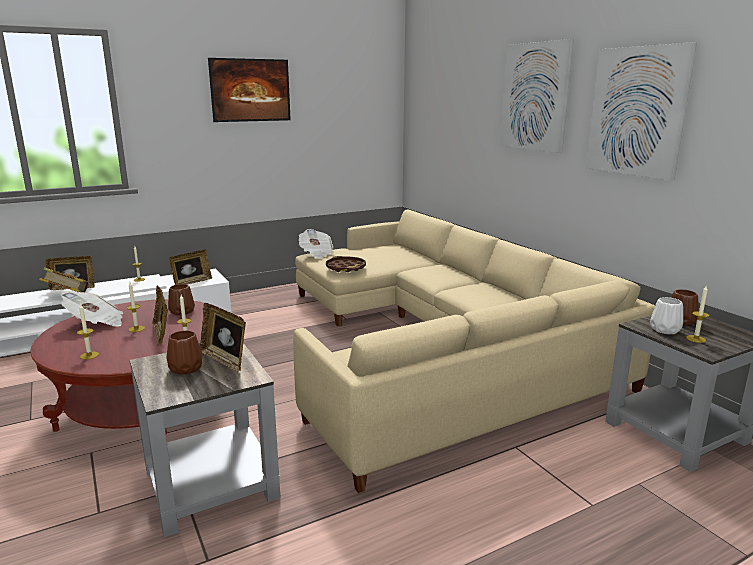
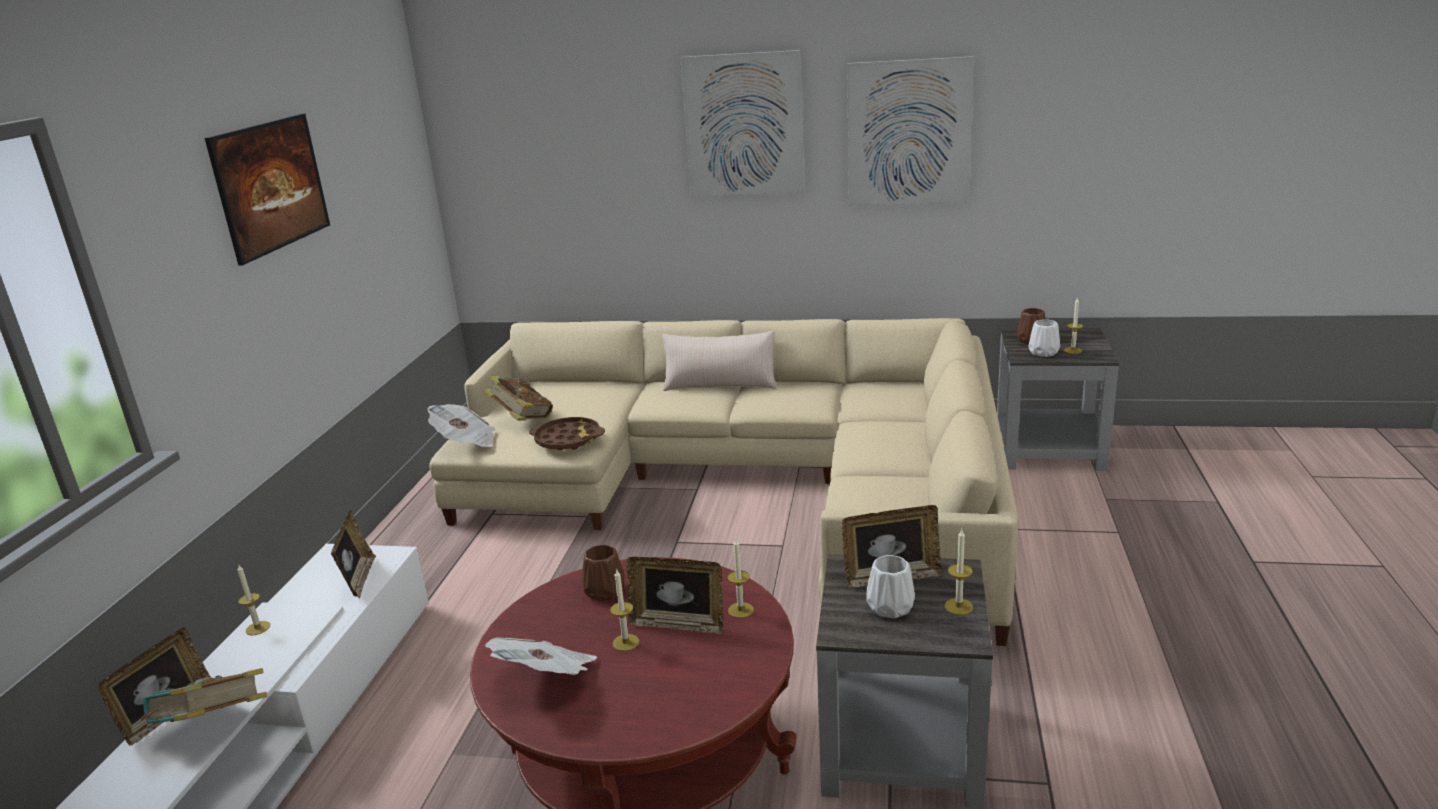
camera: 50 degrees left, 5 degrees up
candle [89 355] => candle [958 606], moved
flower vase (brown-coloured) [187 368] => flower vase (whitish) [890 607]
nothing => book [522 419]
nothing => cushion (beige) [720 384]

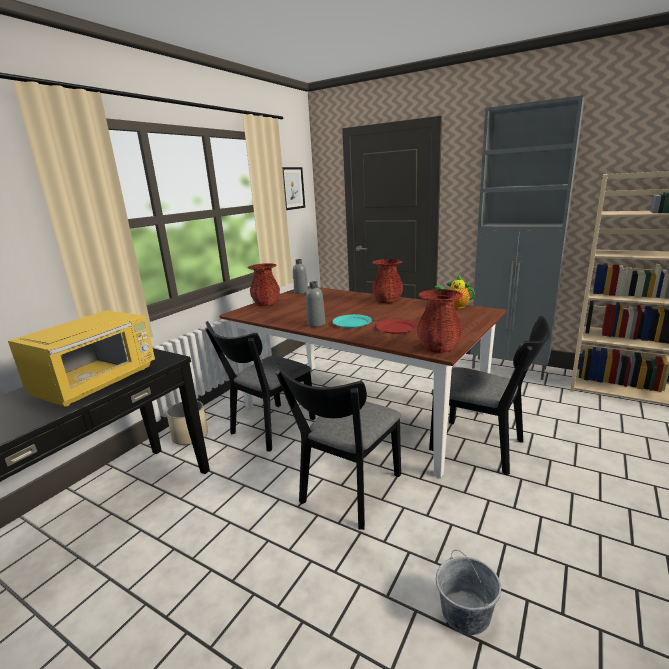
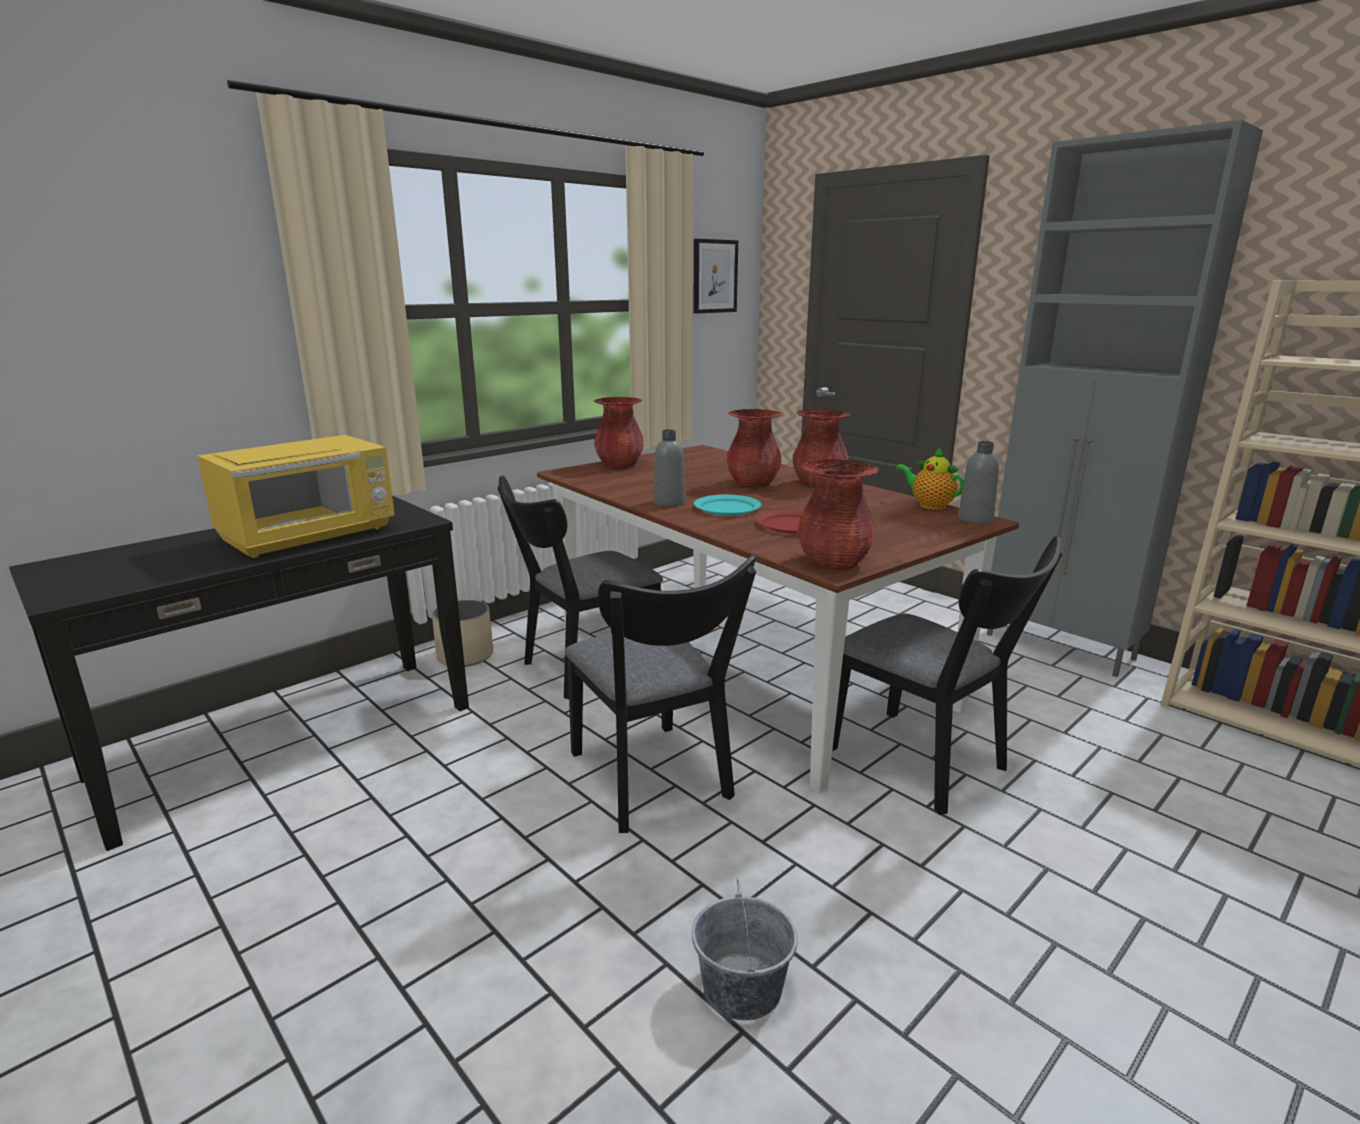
camera: 15 degrees right, 0 degrees up
upright chair (black) [347 493] => upright chair (black) [654 782], 75 degrees counterclockwise
drink bottle (grey) [301 292] => drink bottle (grey) [975 519], moved
nothing => flower vase (red-coloured) [753 483]

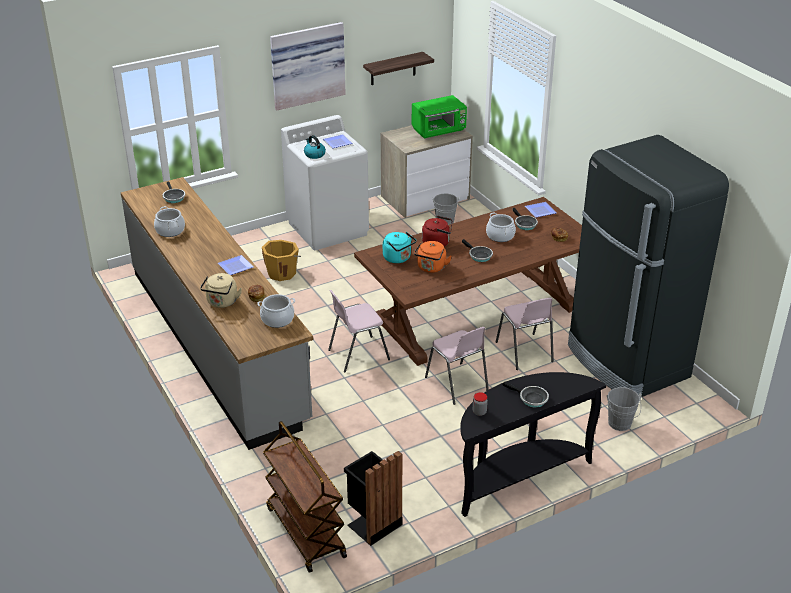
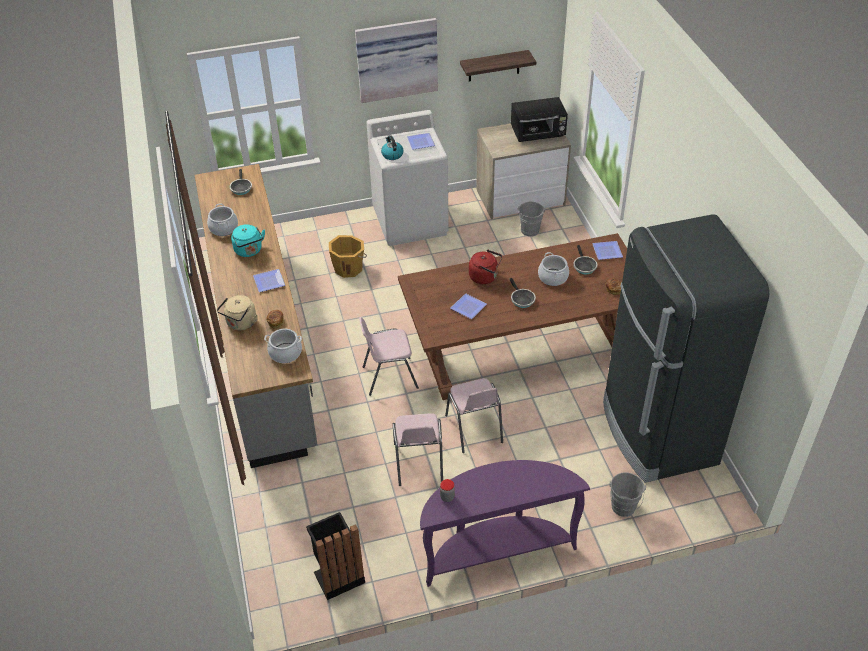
camera: 15 degrees right, 10 degrees up
wheeled cart (brown-coloured) [305 531] => nothing
water kettle (turquoise) [398 258] => water kettle (turquoise) [249 251], moved
microwave (green-coloured) [439 130] => microwave (black) [538 133]
water kettle (orange-coloured) [431 268] => dinner plate [467 307]
console table (black) [517 476] => console table (purplish) [496 550]
upright chair (pink) [524 352] => upright chair (pink) [418 463], moved
frying pan [531 399] => nothing

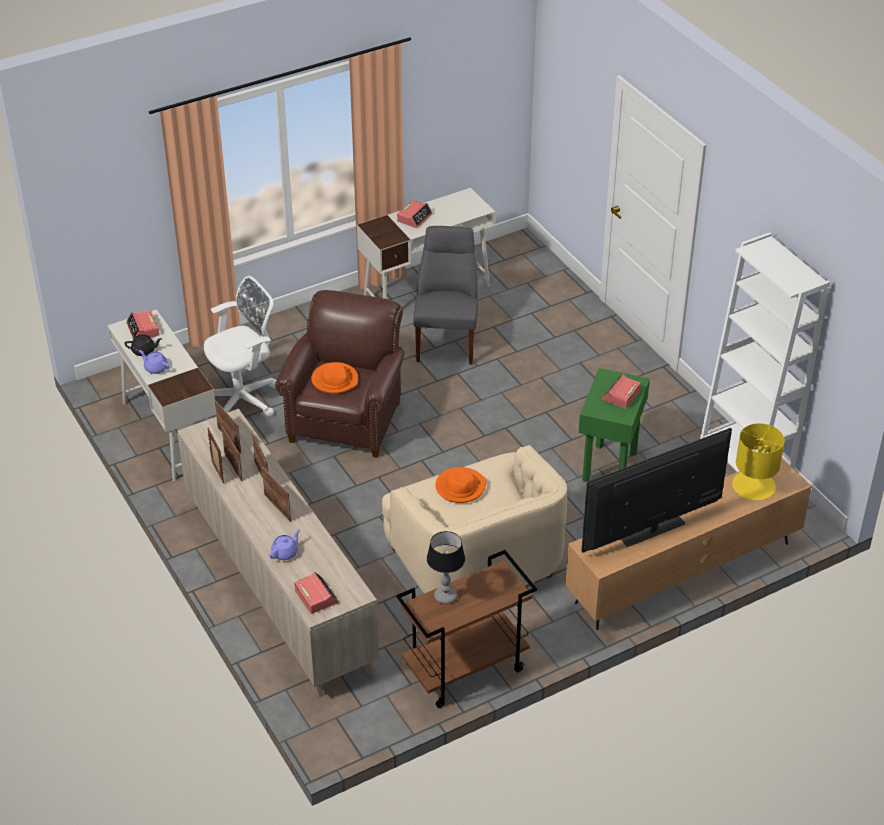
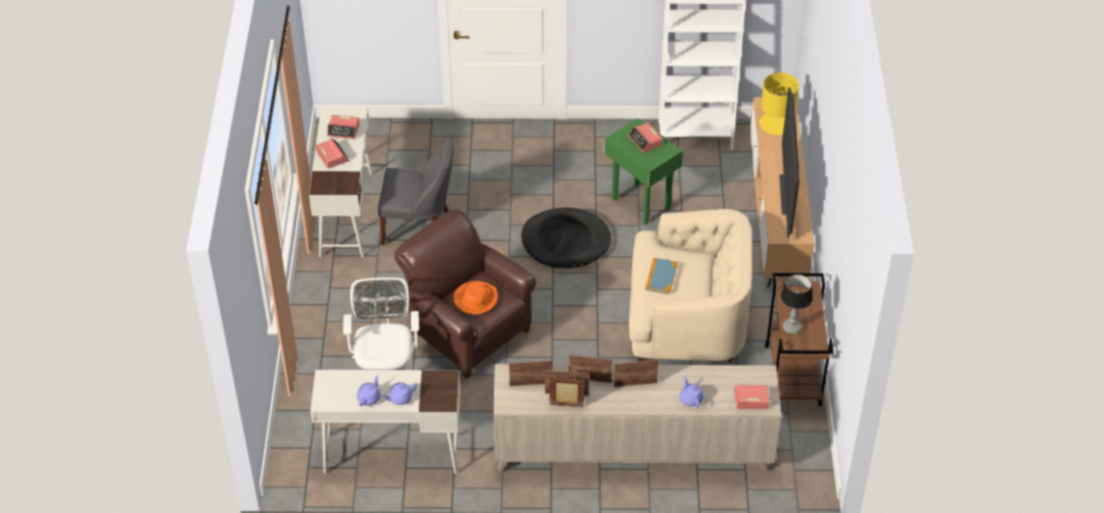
camera: 60 degrees left, 5 degrees up
pot for tea (black) [144 351] => pot for tea (purplish) [369 398]
bedside clock [143 329] => bedside clock [344 130], moved
upright chair (grey) [447 340] => upright chair (grey) [419 228], 150 degrees clockwise
wearable hat (orange-coloured) [460 487] => book [661 277]
nothing => dog bed (black) [566 241]

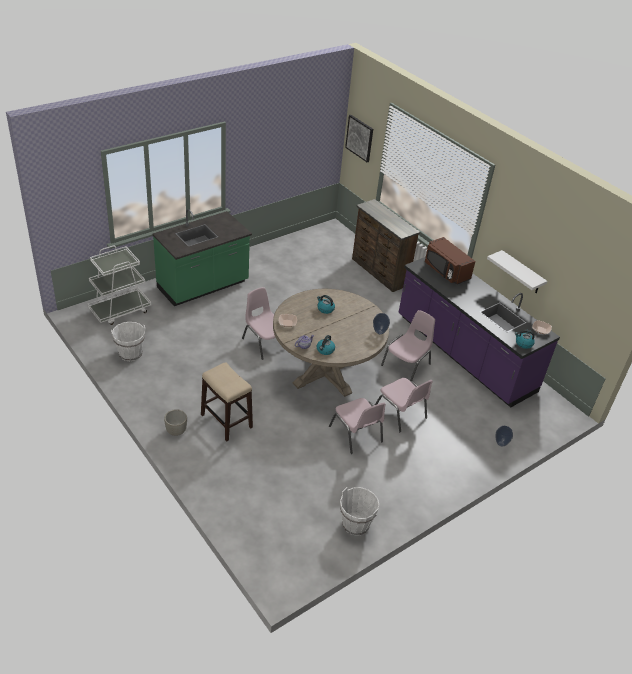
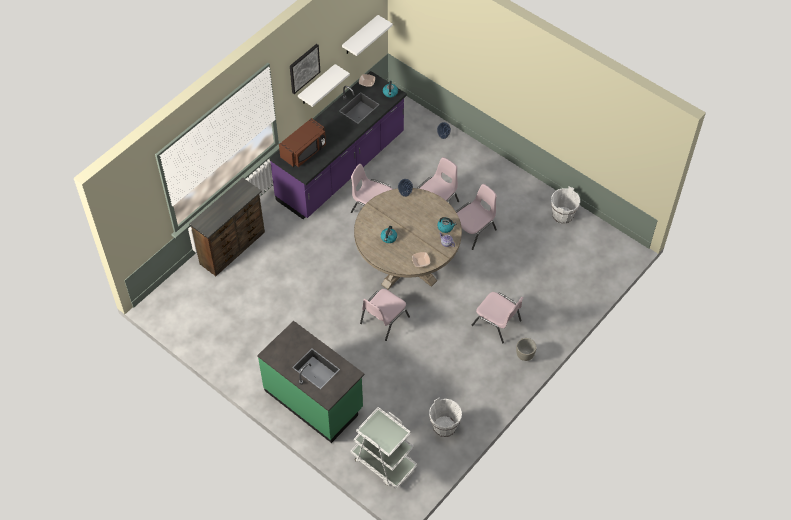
camera: 100 degrees left, 15 degrees up
sitting stool [226 420] => upright chair (pink) [497 323]
wall picture [360 138] => wall picture [304 68], moved
nothing => shelf (whitish) [360 35]

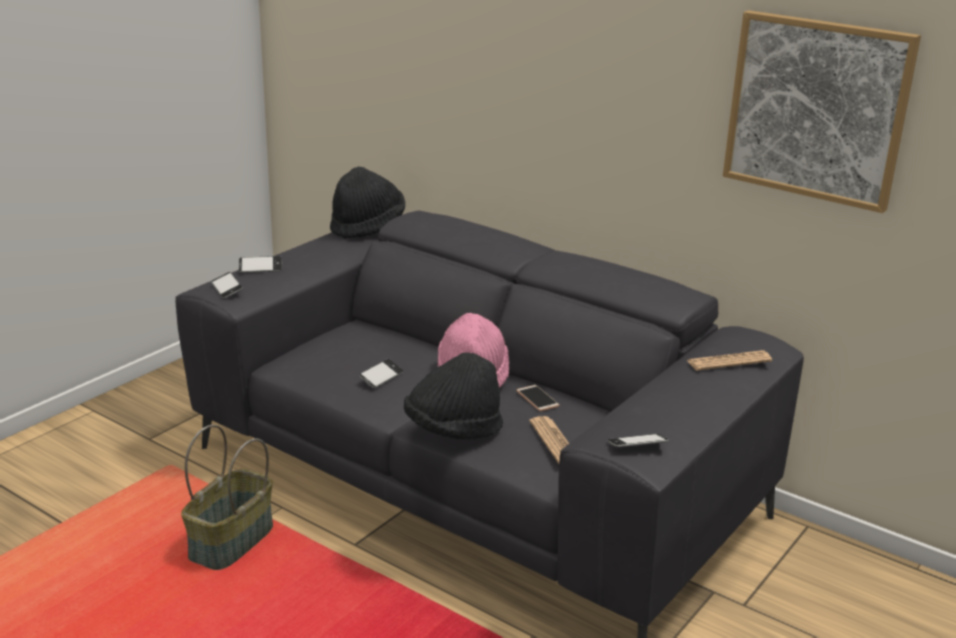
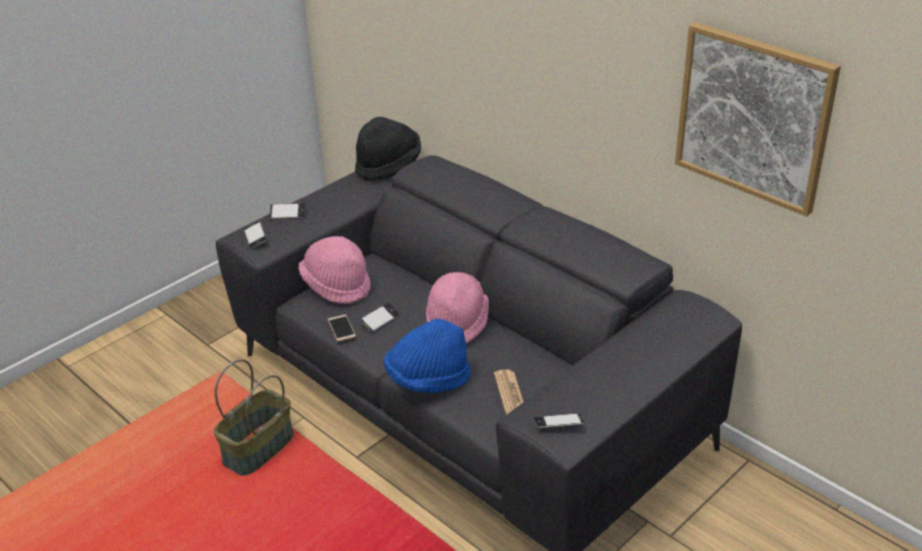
camera: 10 degrees right, 10 degrees up
wearable hat (black) [453 429] => wearable hat (blue-coloured) [428 379]
phone [537 399] => phone [341 328], moved
daily paper [729 361] => nothing
nothing => wearable hat (pink) [337 285]

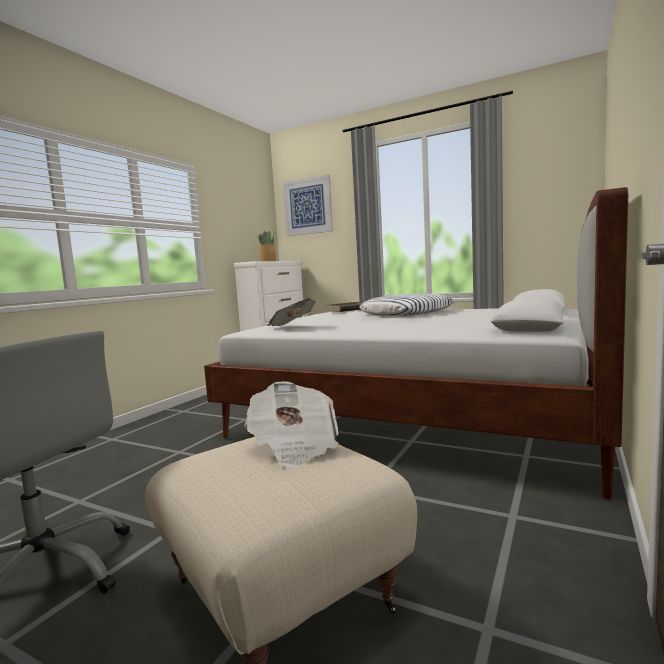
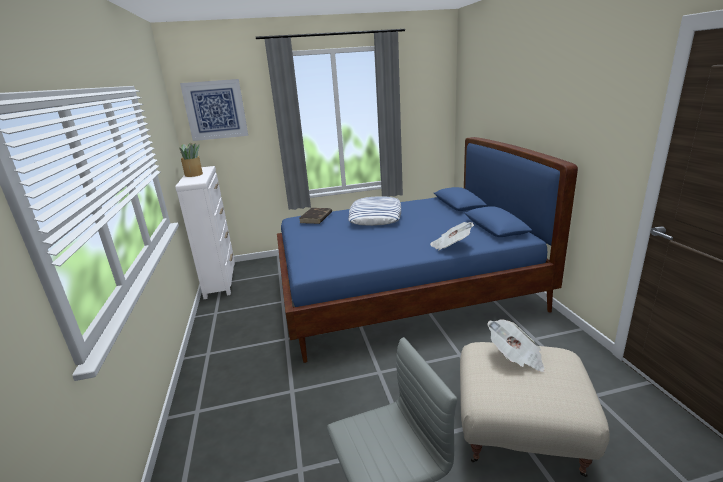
camera: 40 degrees left, 15 degrees up
bed (whitish) [415 417] => bed (blue-coloured) [402 291]
daily paper [292 327] => daily paper [450 246], moved

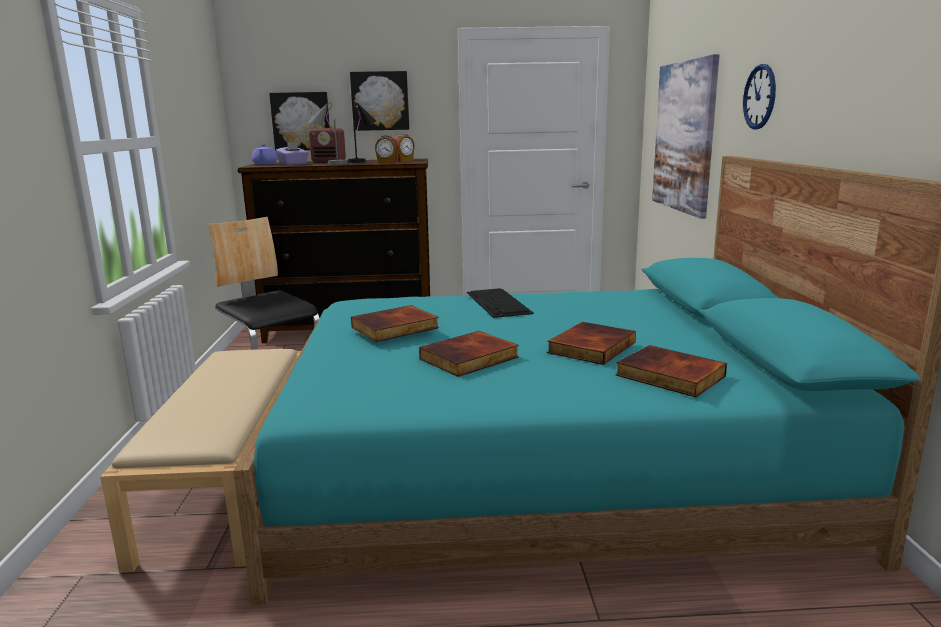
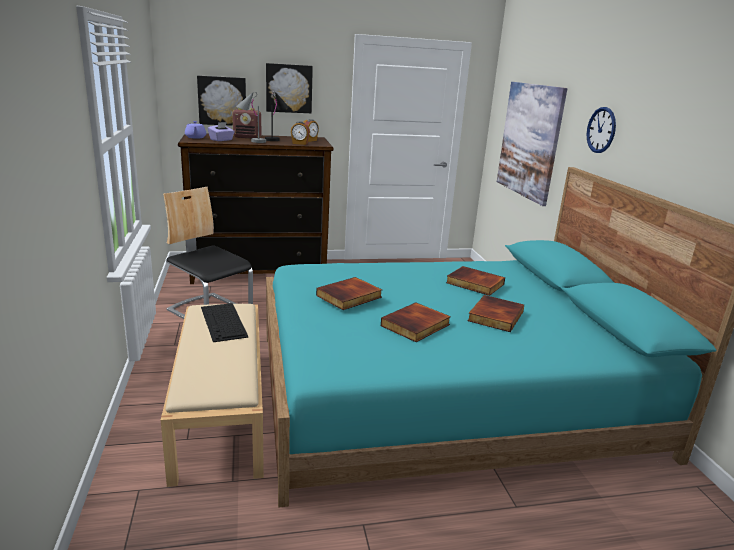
camera: 10 degrees left, 5 degrees up
computer keyboard [498 303] => computer keyboard [224 322], moved
book [668 376] => book [474 284], moved

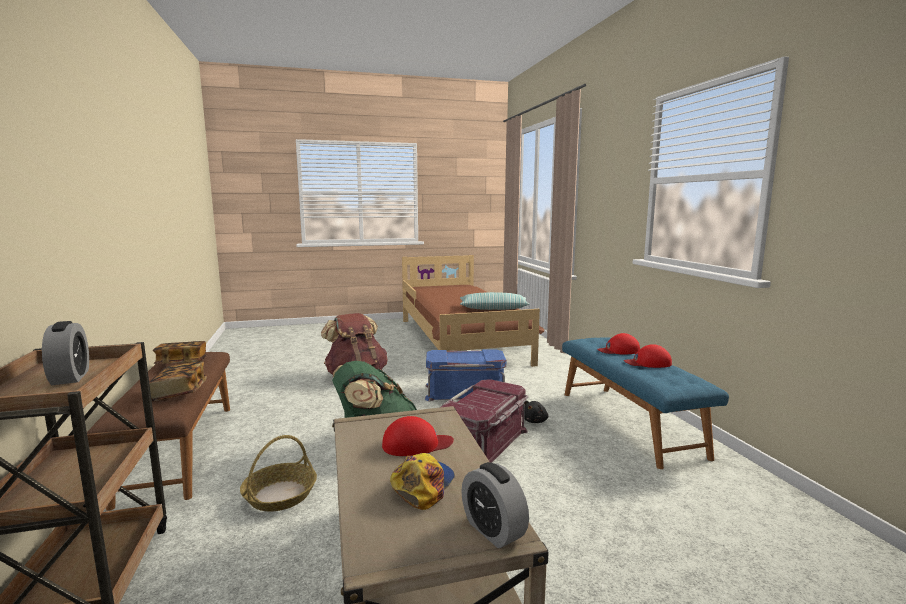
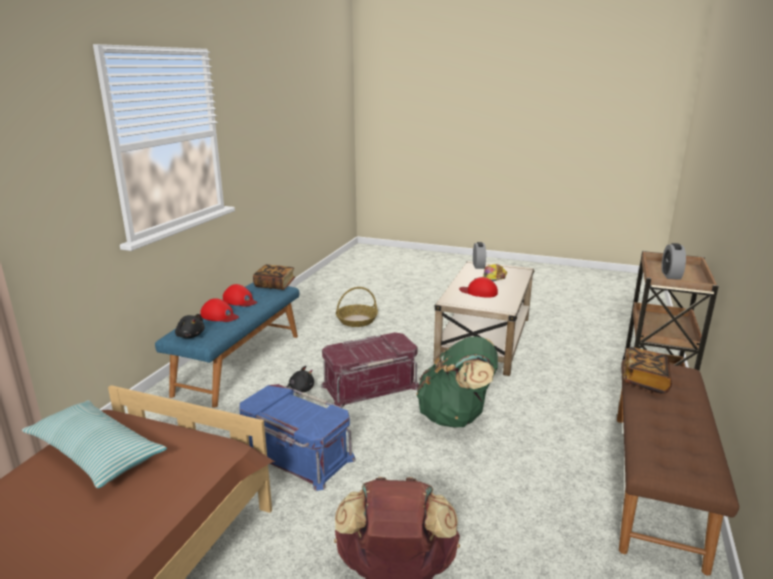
camera: 145 degrees left, 10 degrees up
book [182 363] => book [275 285], moved
household basket [280 495] => household basket [357 320], moved
nothing => plush toy (black) [190 335]

